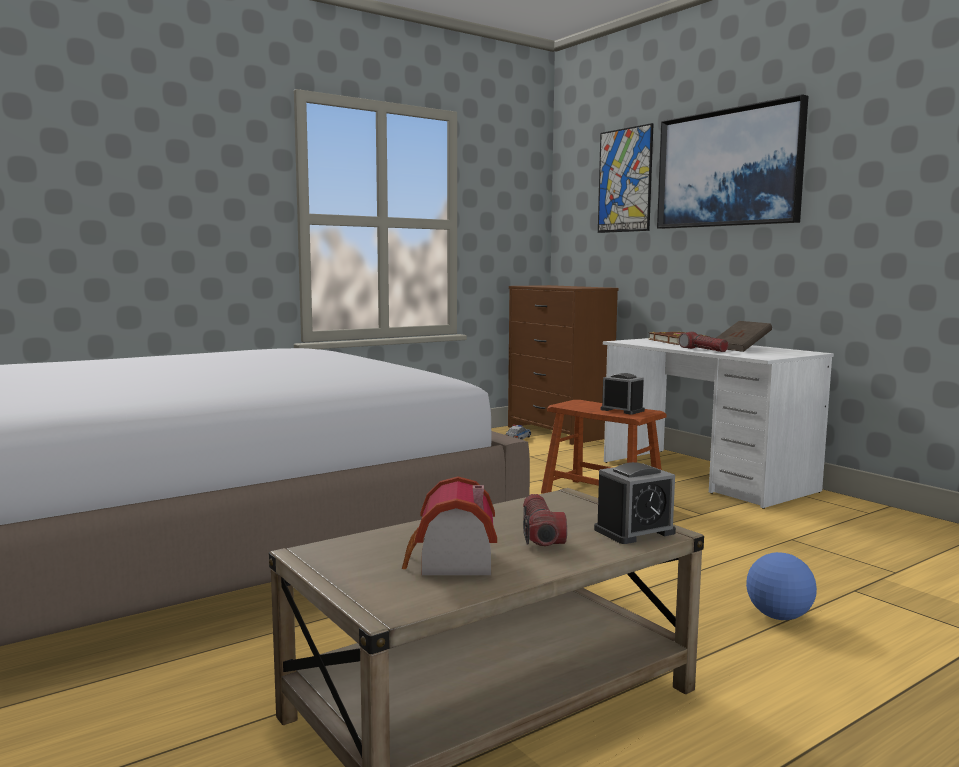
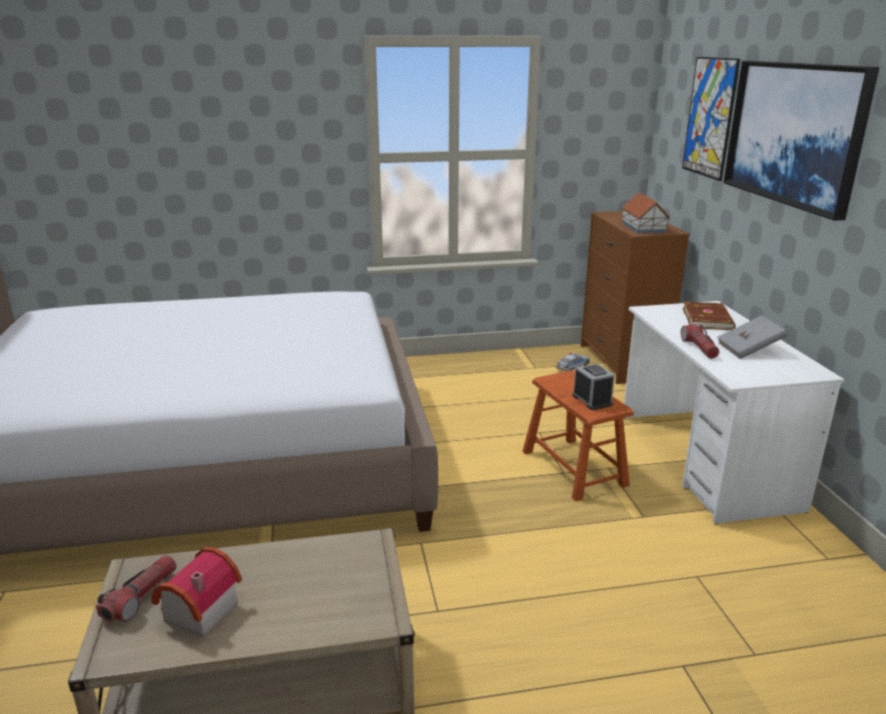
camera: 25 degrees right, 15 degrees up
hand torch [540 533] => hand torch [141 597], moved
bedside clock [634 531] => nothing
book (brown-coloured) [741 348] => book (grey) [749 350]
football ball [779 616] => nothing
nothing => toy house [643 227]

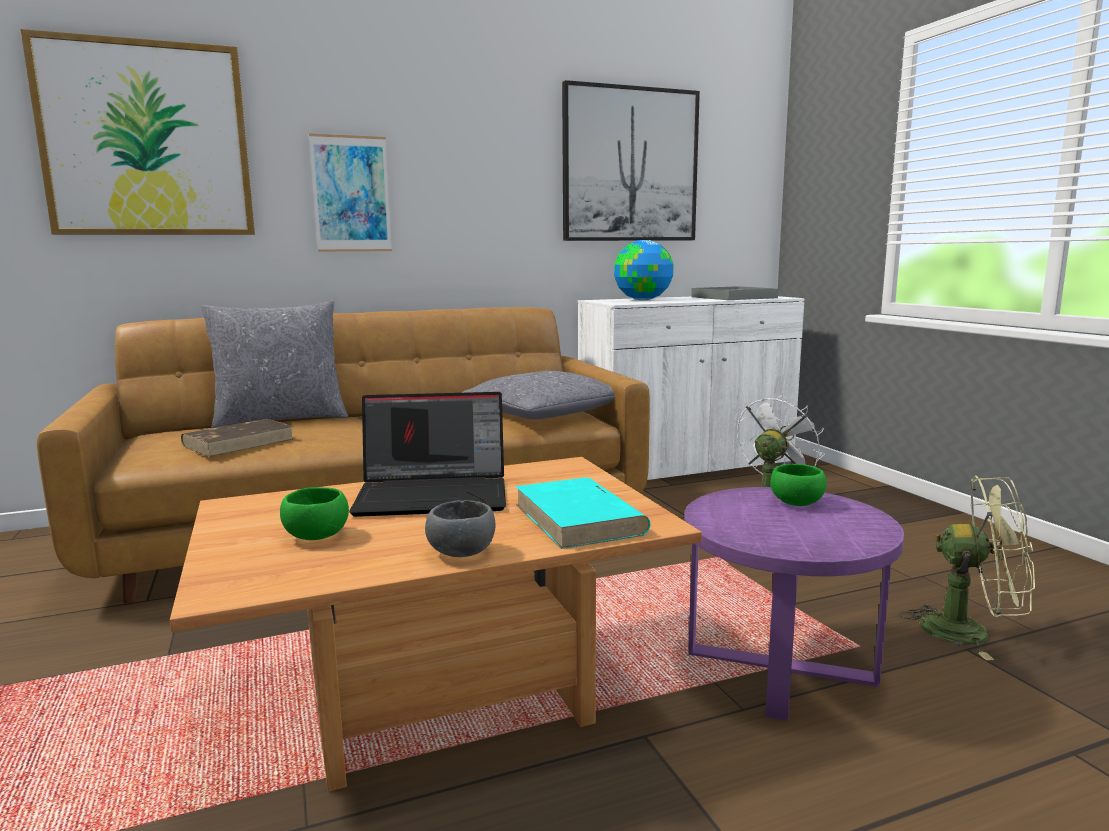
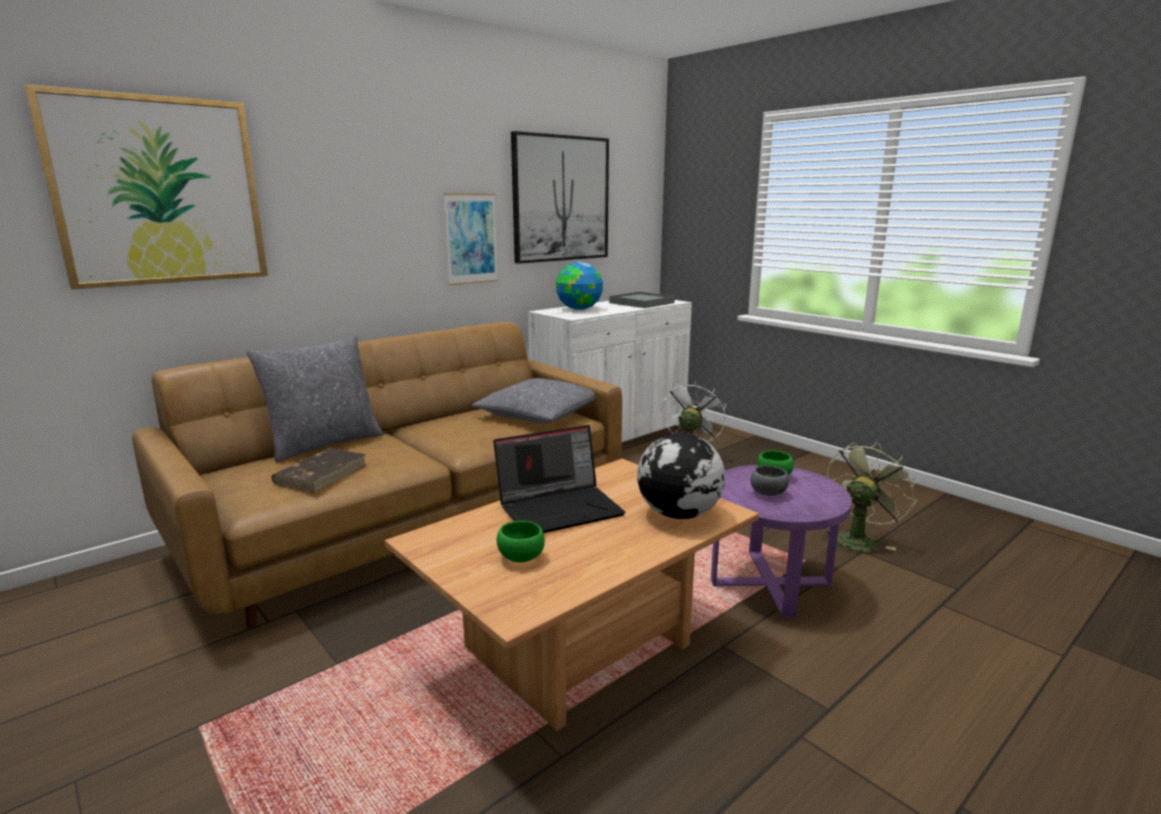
camera: 20 degrees left, 5 degrees up
wall picture [351 194] => wall picture [471 239], moved
bowl (grey) [463 553] => bowl (grey) [769 493], moved
book (turquoise) [579 519] => desk globe [678 514]
electric fan (green-coloured) [969 632] => electric fan (green-coloured) [858 539], 45 degrees counterclockwise

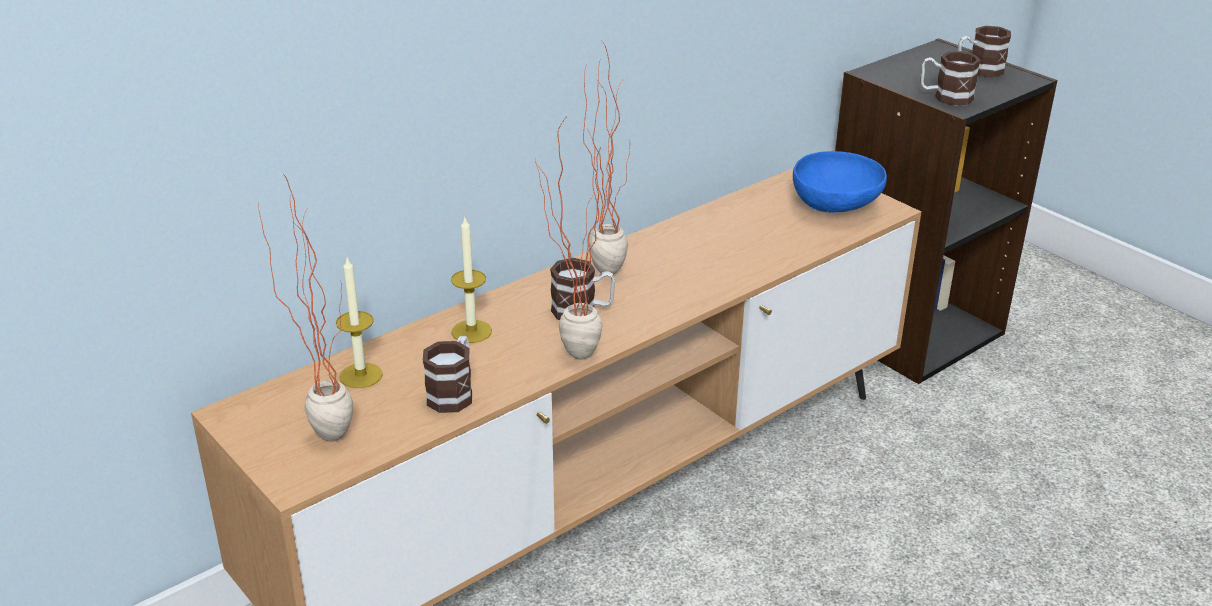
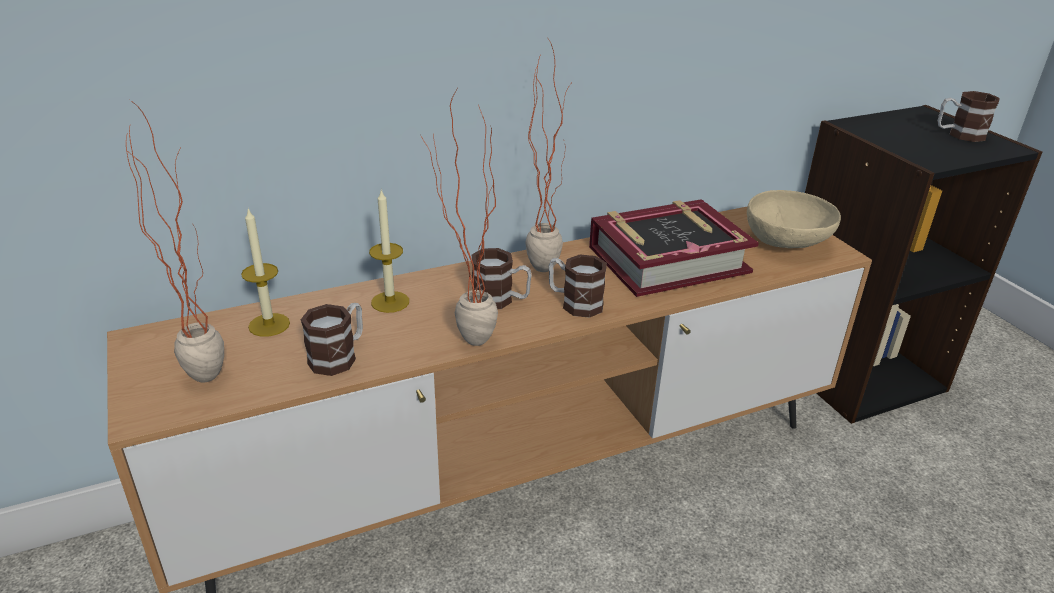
camera: 15 degrees right, 0 degrees up
bowl (blue-coloured) [836 206] => bowl (beige) [787 243]
coffee mug [945 97] => coffee mug [574 303], moved
nothing => book [667 259]

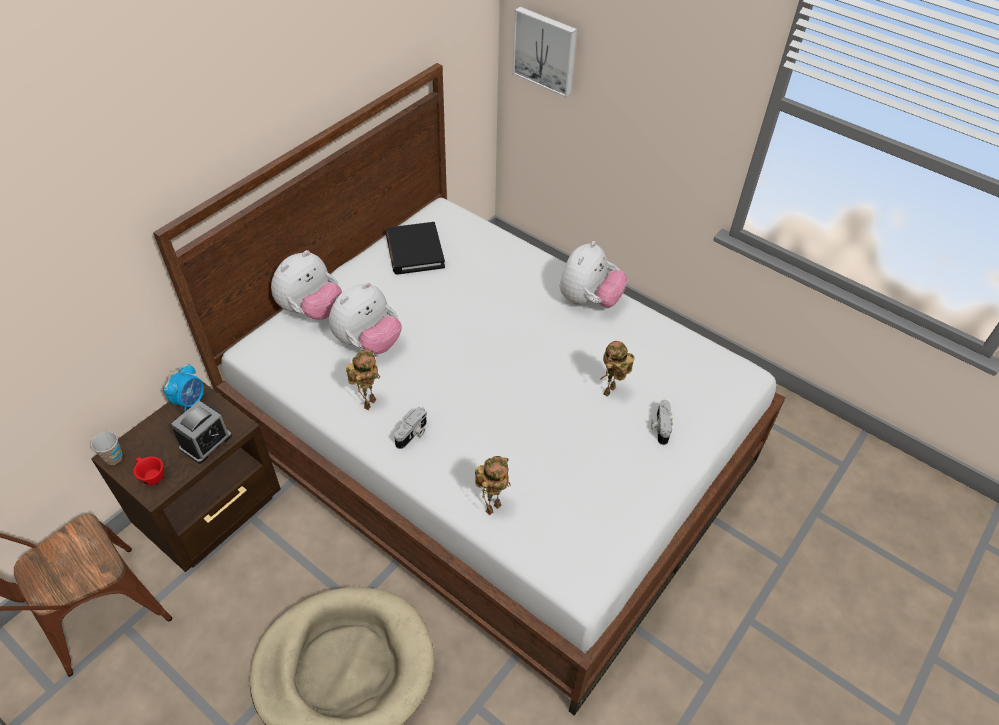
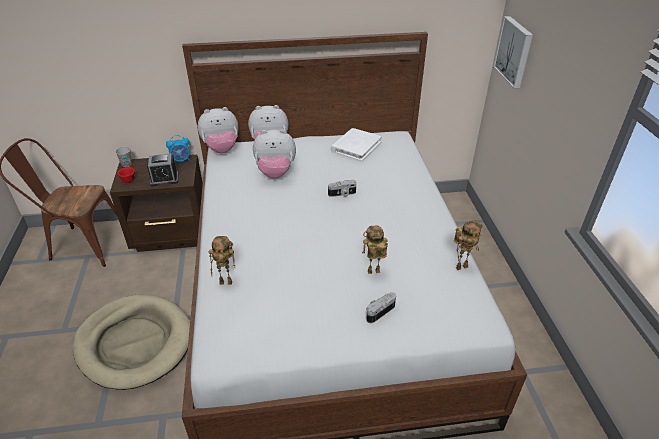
camera: 45 degrees right, 10 degrees down
robot figure [369 402] => robot figure [461 266], moved
book (black) [414 251] => book (whitish) [356 146]
photo camera [413 434] => photo camera [342 194], moved
plush toy [588 300] => plush toy [221 149], moved

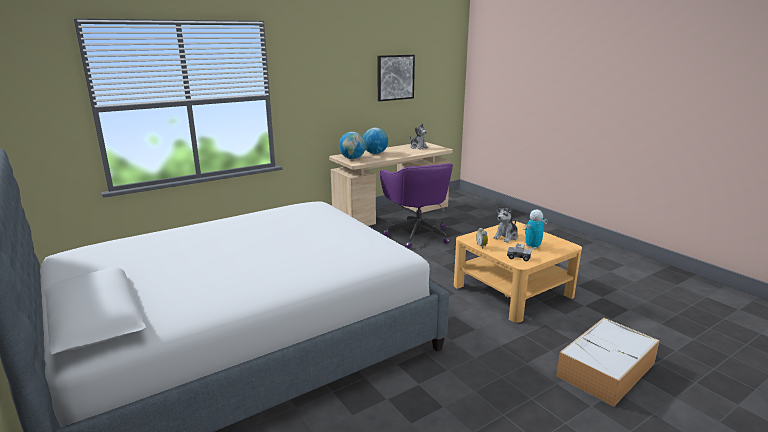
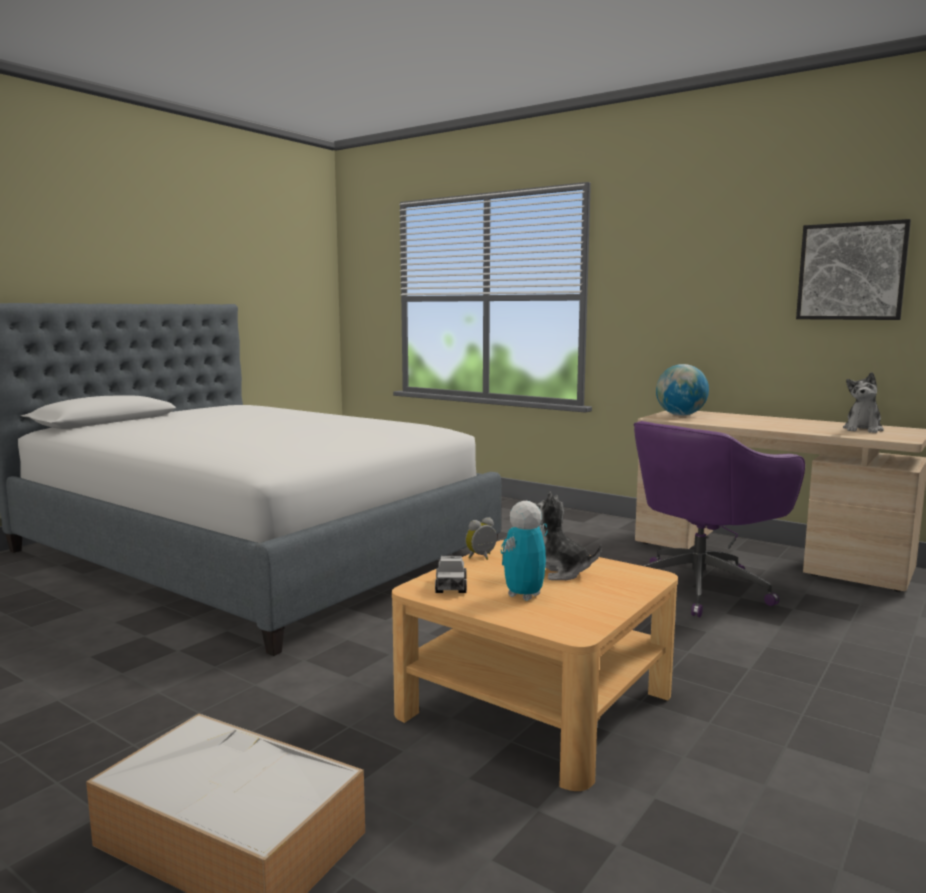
camera: 70 degrees right, 10 degrees down
desk globe [375 153] => nothing
robot figure [532 247] => robot figure [524 595], 90 degrees counterclockwise

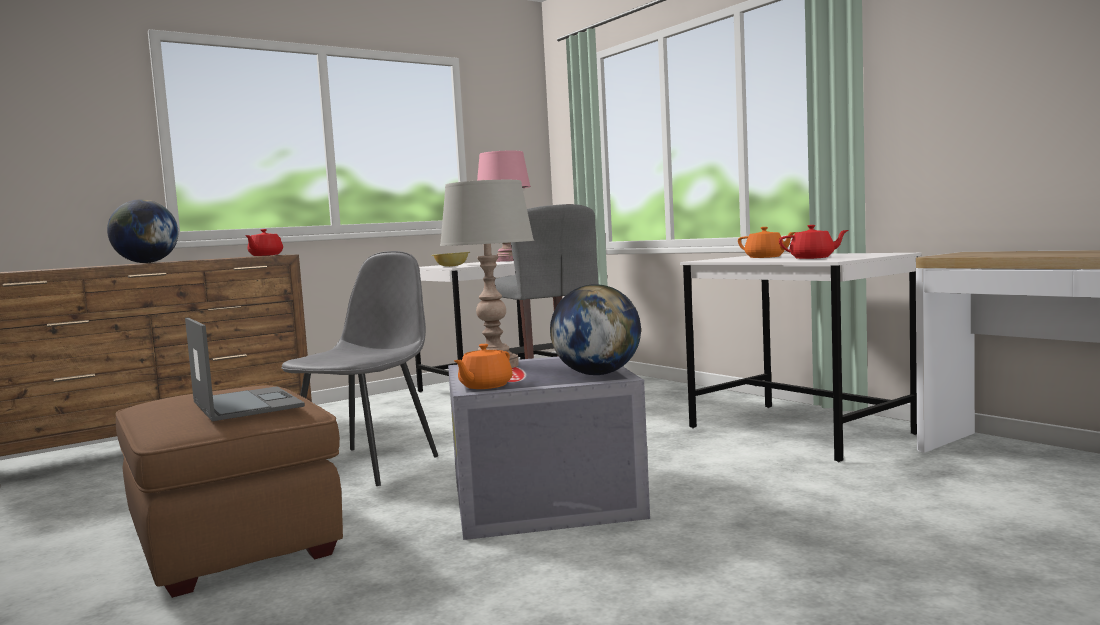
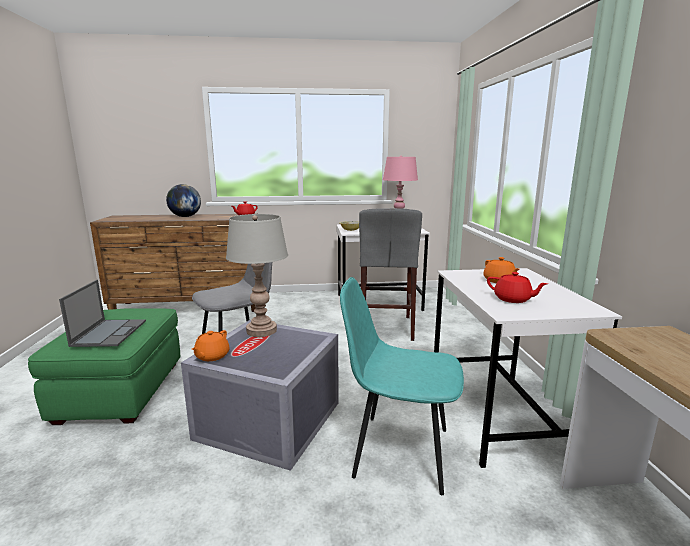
camera: 30 degrees right, 10 degrees up
ottoman (brown-coloured) [232 539] => ottoman (green-coloured) [122 390]
pot for tea (orange-coloured) [484 386] => pot for tea (orange-coloured) [211 356], 45 degrees counterclockwise
desk globe [597 374] => nothing
nothing => upright chair (turquoise) [399 451]

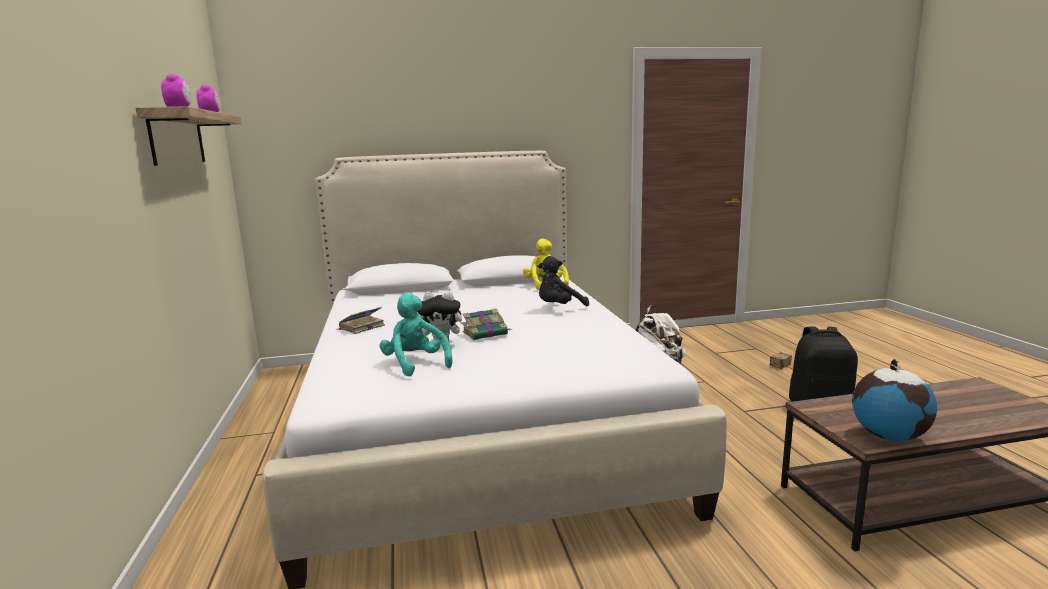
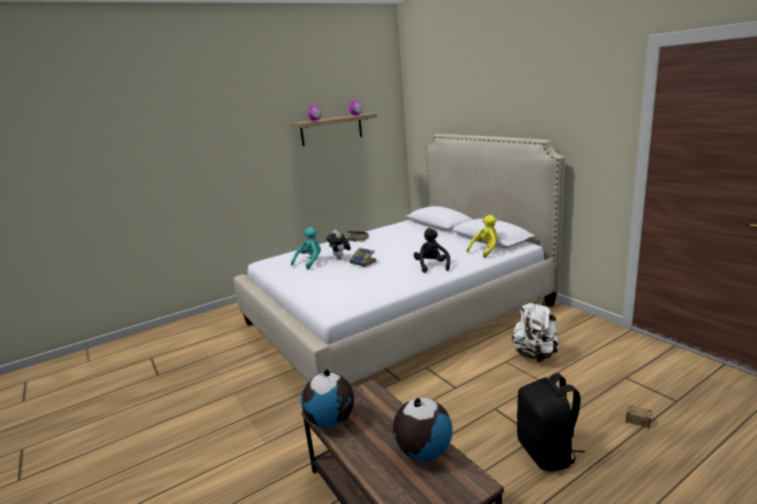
camera: 70 degrees right, 5 degrees up
plush toy (black) [559 308] => plush toy (black) [432 266], 45 degrees clockwise
nothing => desk globe [423 452]

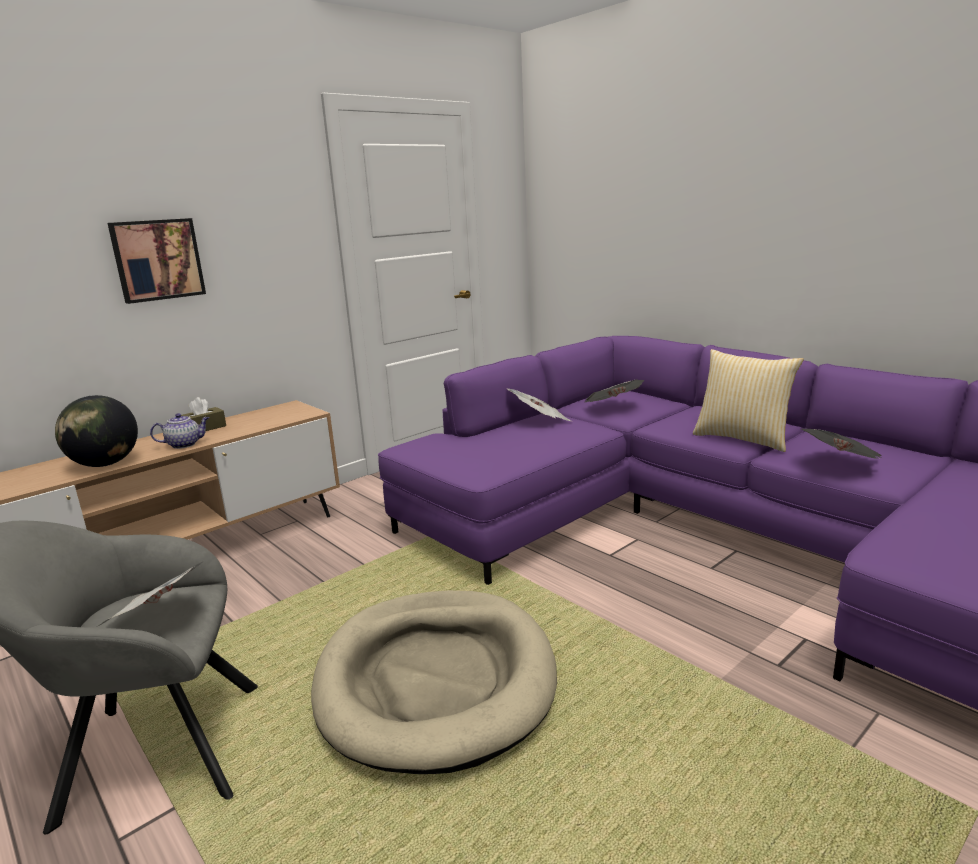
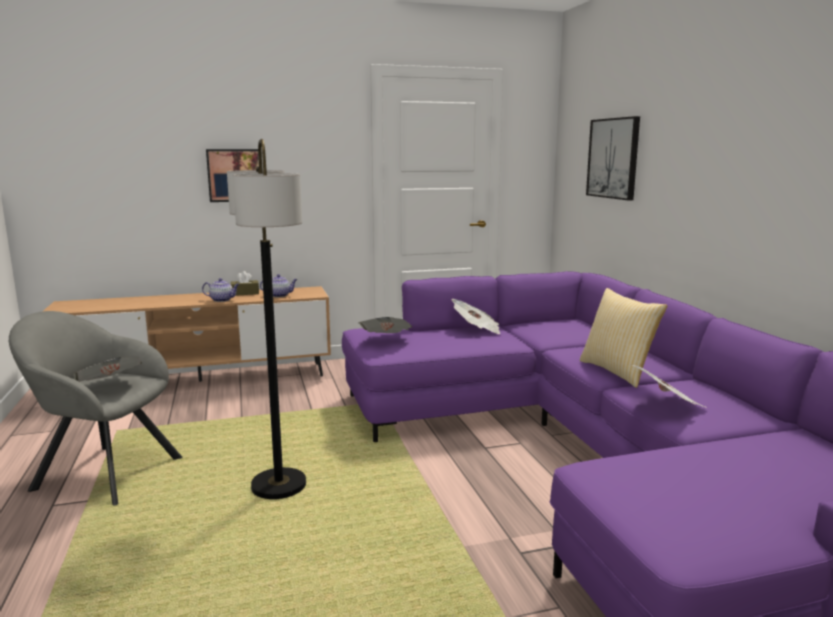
camera: 25 degrees right, 5 degrees down
desk globe [105 464] => nothing
dog bed (beige) [436 680] => standard lamp [279 486]
daily paper [613 407] => daily paper [386 340], moved
nothing => pot for tea [280 295]
nothing => wall picture [613 158]

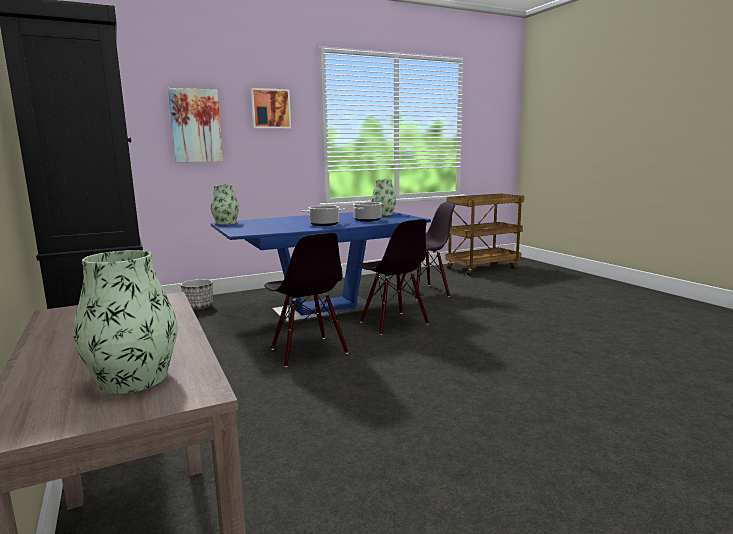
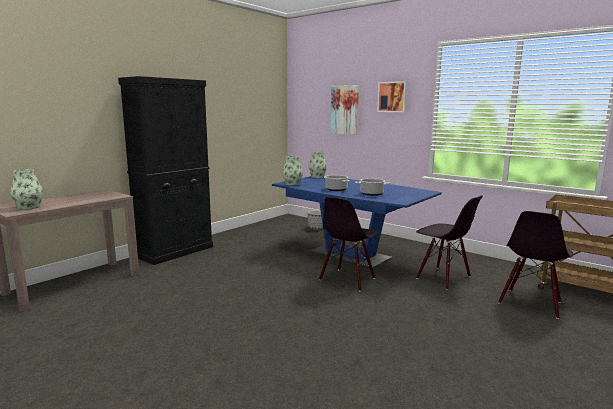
camera: 65 degrees right, 0 degrees up
upright chair (black) [308 351] => upright chair (black) [530 303], moved
flower vase [383 214] => flower vase [292 184], moved

